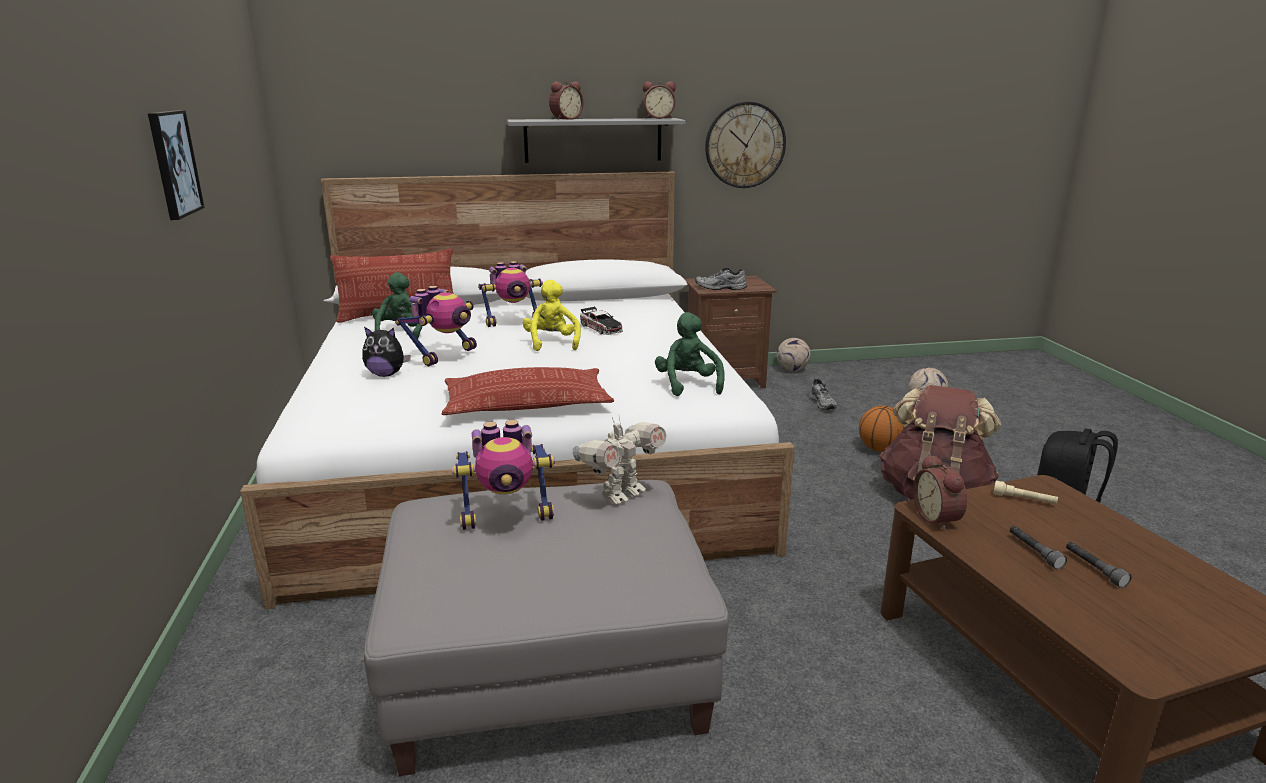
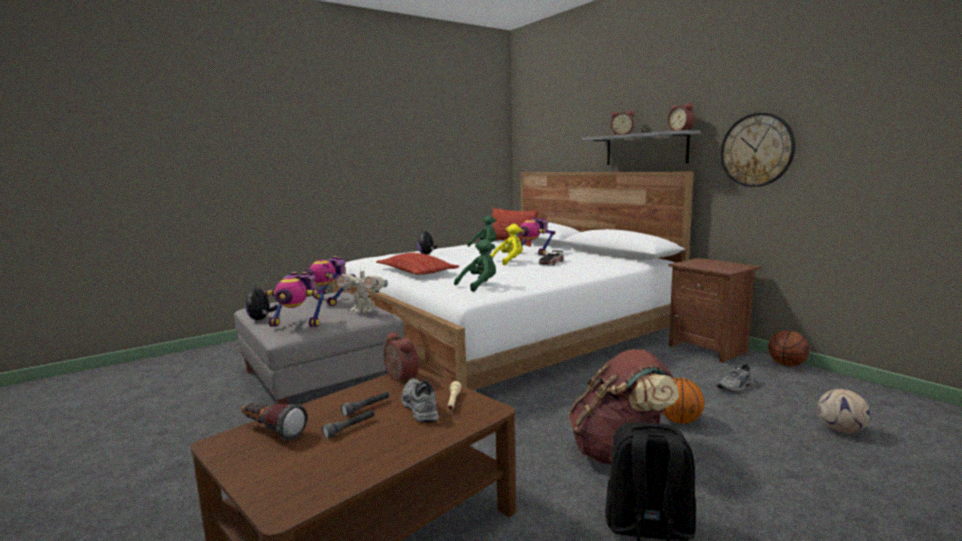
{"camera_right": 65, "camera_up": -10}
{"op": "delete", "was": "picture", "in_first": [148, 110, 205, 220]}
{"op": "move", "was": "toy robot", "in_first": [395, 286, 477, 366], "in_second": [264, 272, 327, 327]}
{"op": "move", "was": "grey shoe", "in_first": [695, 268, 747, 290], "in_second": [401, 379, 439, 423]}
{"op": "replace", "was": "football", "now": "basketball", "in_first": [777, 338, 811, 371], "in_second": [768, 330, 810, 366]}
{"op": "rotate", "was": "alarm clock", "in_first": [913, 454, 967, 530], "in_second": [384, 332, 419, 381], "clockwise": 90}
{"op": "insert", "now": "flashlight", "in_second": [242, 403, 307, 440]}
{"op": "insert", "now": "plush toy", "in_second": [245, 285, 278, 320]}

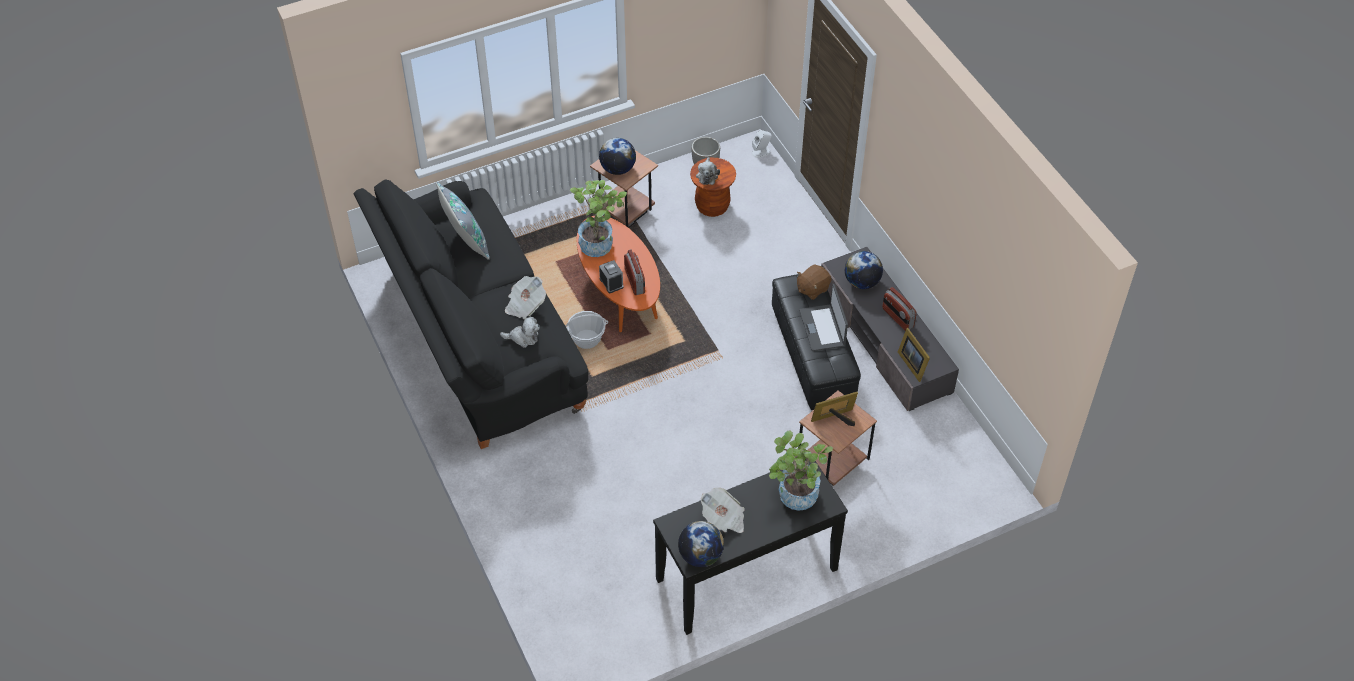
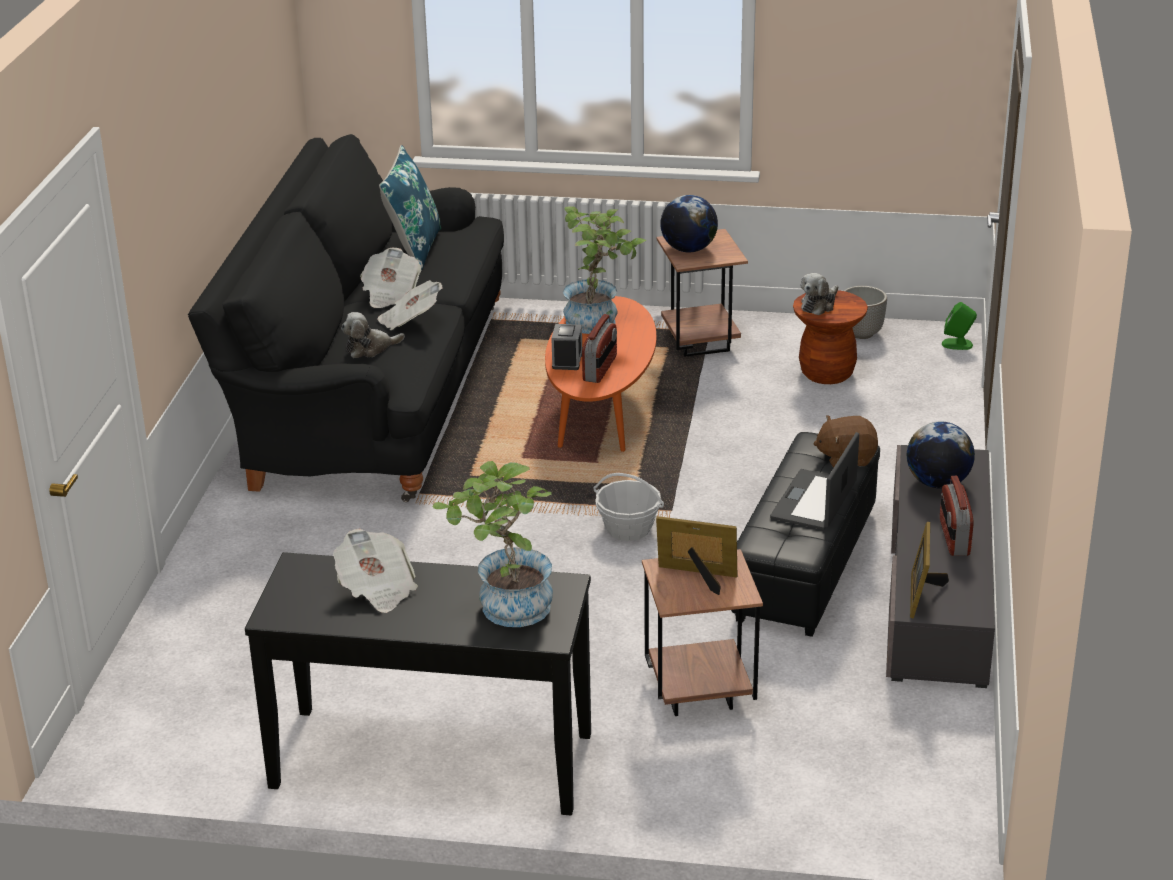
{"camera_right": 35, "camera_up": -20}
{"op": "recolor", "was": "grey pillow", "now": "blue pillow", "in_first": [436, 182, 490, 260], "in_second": [379, 145, 441, 271]}
{"op": "rotate", "was": "plush toy", "in_first": [500, 317, 540, 348], "in_second": [341, 312, 405, 358], "clockwise": 120}
{"op": "move", "was": "basket", "in_first": [565, 311, 608, 349], "in_second": [593, 473, 664, 541]}
{"op": "delete", "was": "globe", "in_first": [678, 521, 724, 567]}
{"op": "recolor", "was": "white speaker", "now": "green speaker", "in_first": [752, 130, 772, 158], "in_second": [942, 302, 977, 350]}
{"op": "insert", "now": "newspaper", "in_second": [360, 248, 421, 308]}

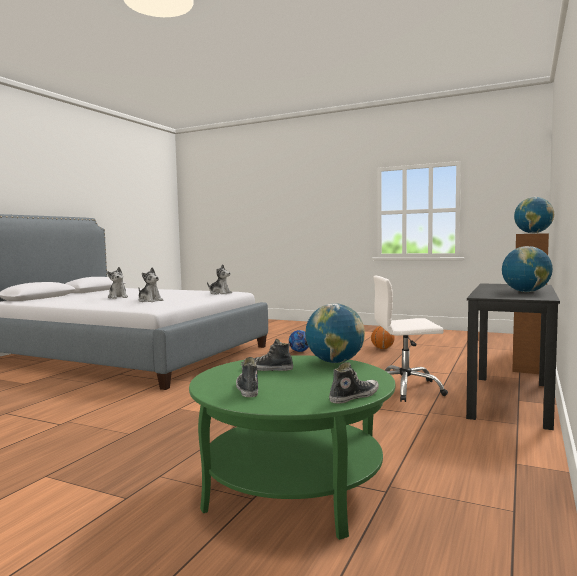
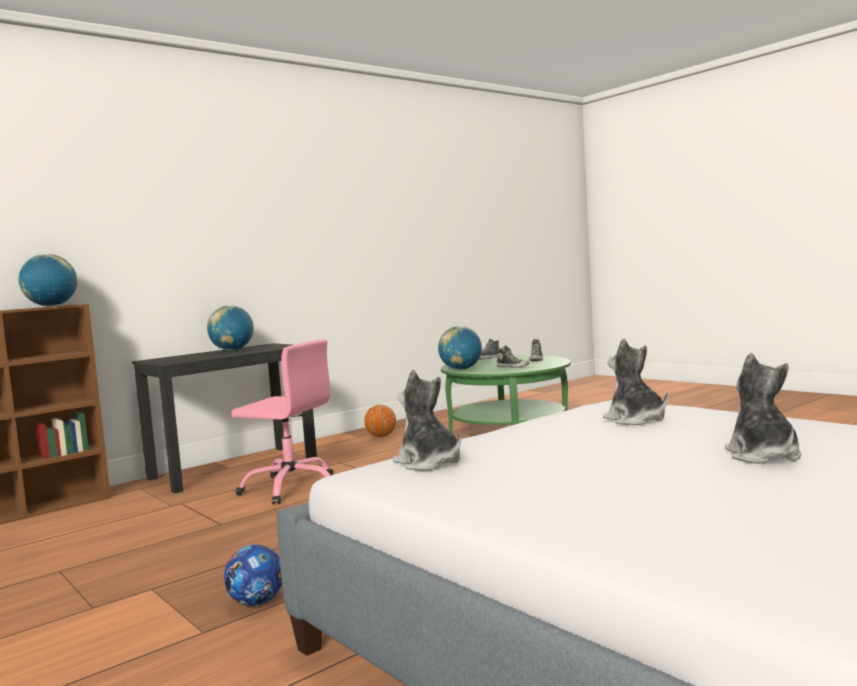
{"camera_right": -155, "camera_up": 0}
{"op": "move", "was": "basketball", "in_first": [371, 326, 395, 349], "in_second": [364, 405, 396, 437]}
{"op": "recolor", "was": "white office chair", "now": "pink office chair", "in_first": [373, 276, 448, 402], "in_second": [231, 339, 333, 504]}

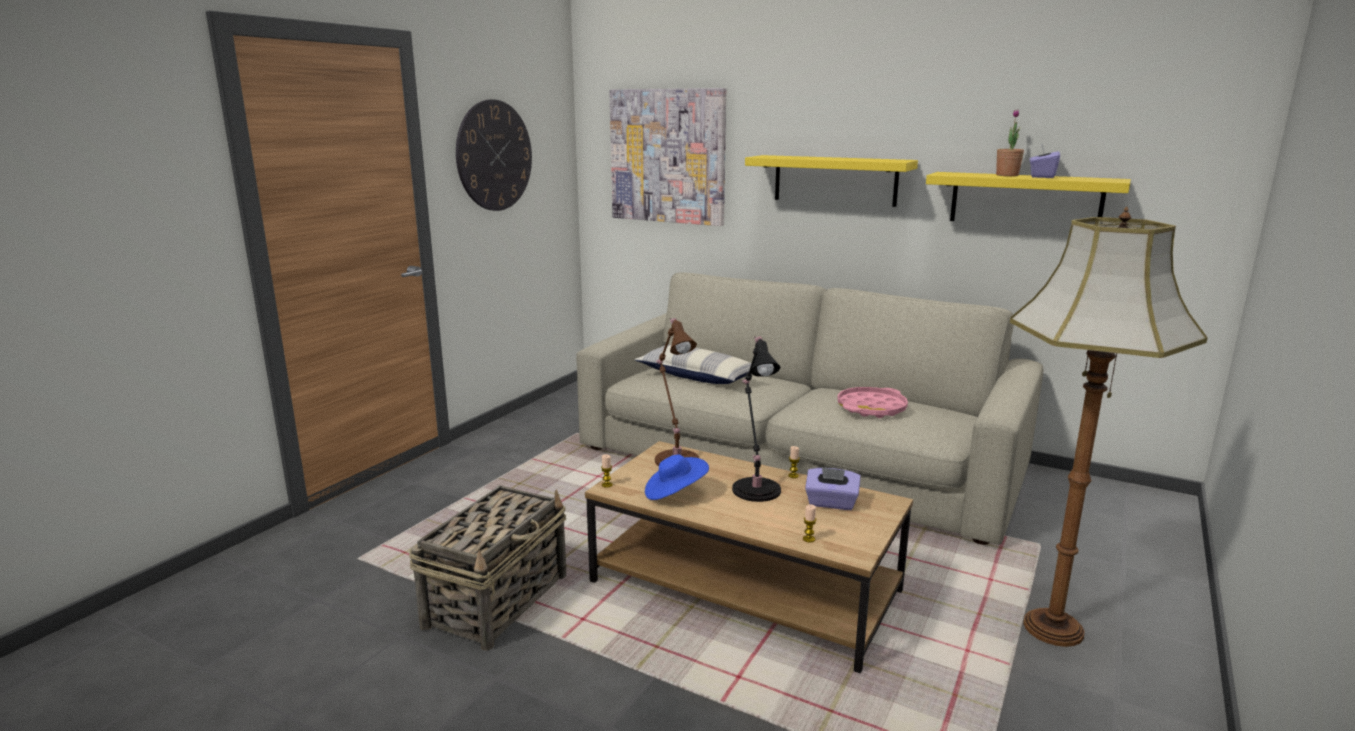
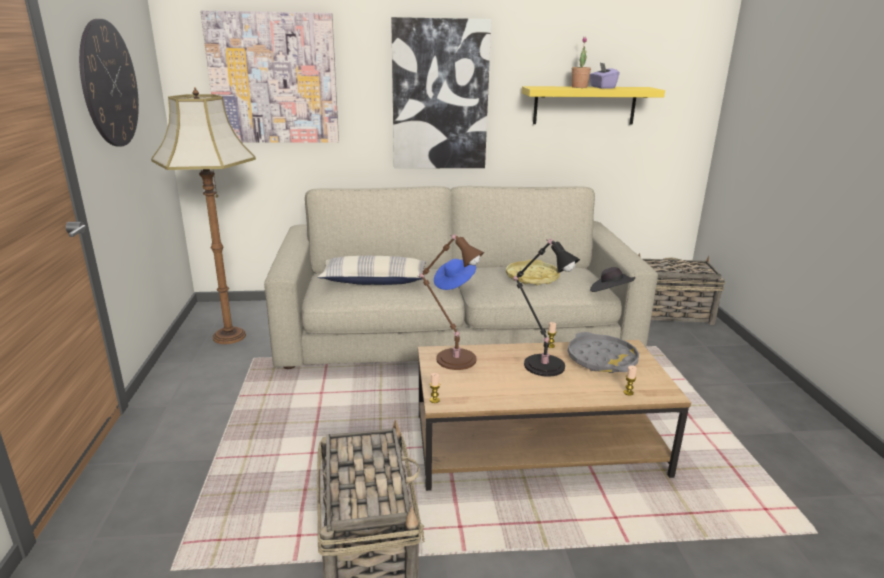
{"camera_right": -35, "camera_up": 5}
{"op": "move", "was": "blue hat", "in_first": [645, 455, 709, 500], "in_second": [434, 259, 476, 290]}
{"op": "replace", "was": "yellow shelf", "now": "picture", "in_first": [745, 155, 918, 207], "in_second": [391, 17, 491, 169]}
{"op": "replace", "was": "purple tissue box", "now": "grey tray", "in_first": [805, 467, 861, 510], "in_second": [568, 332, 639, 373]}
{"op": "recolor", "was": "pink tray", "now": "yellow tray", "in_first": [837, 387, 908, 418], "in_second": [506, 259, 560, 285]}
{"op": "move", "was": "floor lamp", "in_first": [1010, 207, 1207, 647], "in_second": [151, 87, 256, 344]}
{"op": "insert", "now": "black hat", "in_second": [590, 267, 635, 292]}
{"op": "insert", "now": "basket", "in_second": [638, 253, 725, 325]}

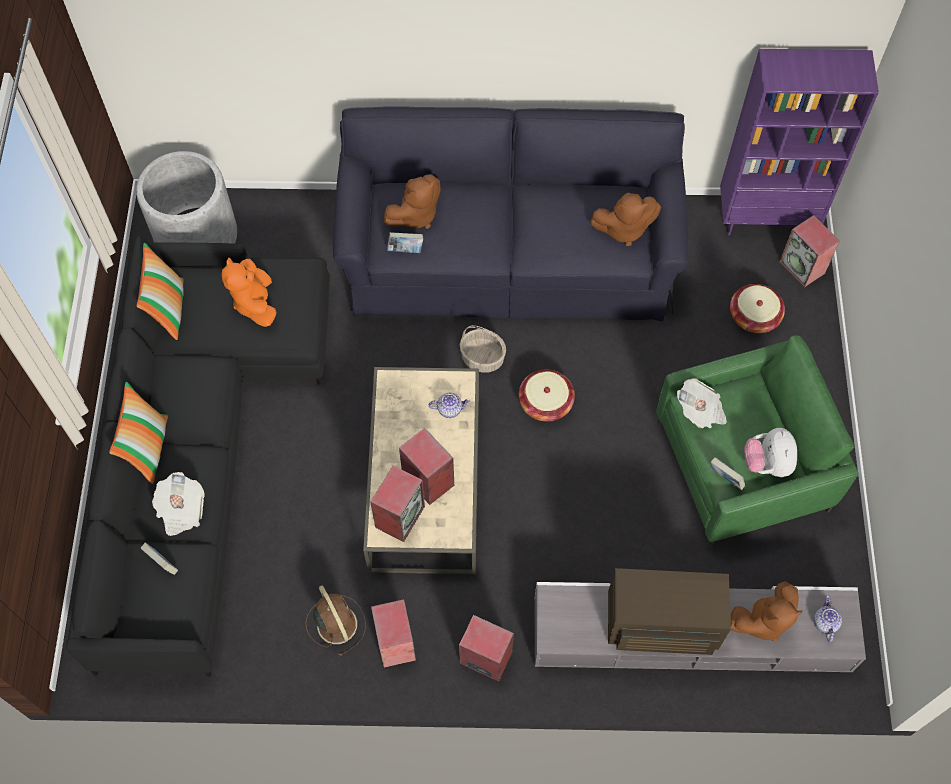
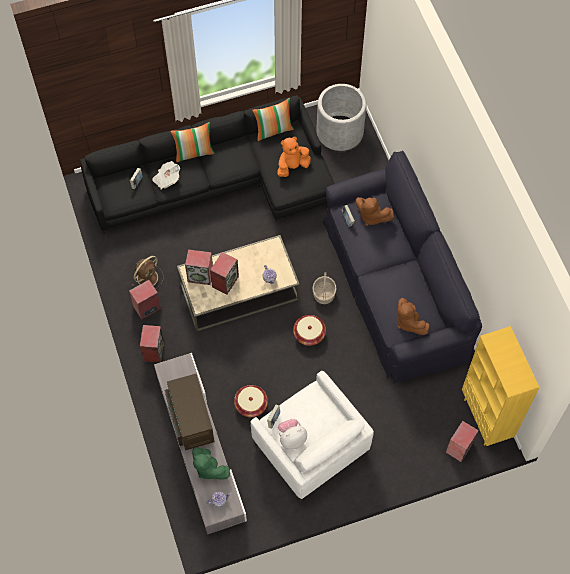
{"camera_right": 70, "camera_up": 0}
{"op": "recolor", "was": "green armchair", "now": "white armchair", "in_first": [656, 335, 859, 547], "in_second": [251, 371, 374, 501]}
{"op": "delete", "was": "newspaper", "in_first": [677, 379, 727, 428]}
{"op": "recolor", "was": "purple bookcase", "now": "yellow bookcase", "in_first": [720, 49, 879, 235], "in_second": [462, 326, 539, 446]}
{"op": "move", "was": "basket", "in_first": [730, 284, 785, 333], "in_second": [234, 385, 268, 417]}
{"op": "recolor", "was": "brown plush toy", "now": "green plush toy", "in_first": [730, 581, 803, 642], "in_second": [192, 447, 230, 480]}

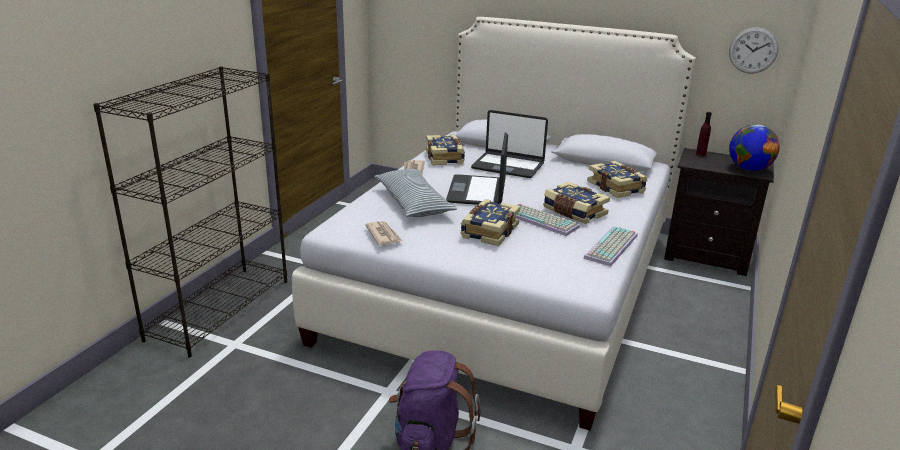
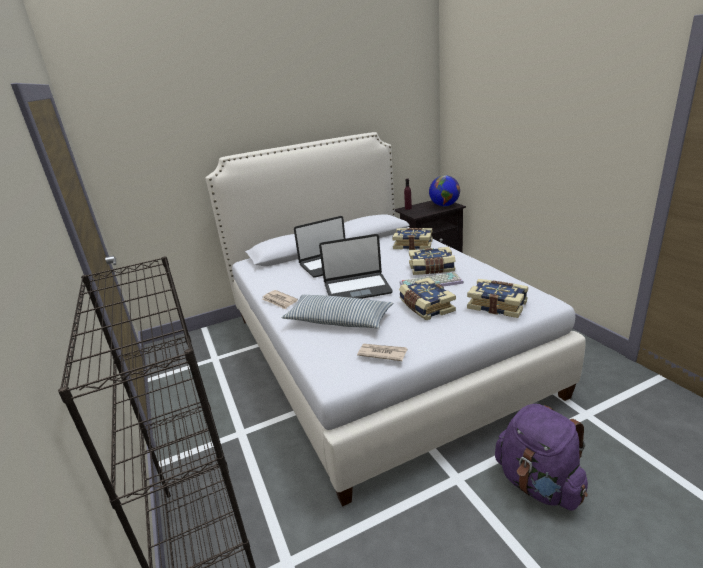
{"camera_right": -45, "camera_up": 0}
{"op": "move", "was": "book", "in_first": [426, 135, 465, 165], "in_second": [467, 279, 528, 318]}
{"op": "rotate", "was": "laptop", "in_first": [446, 132, 508, 205], "in_second": [319, 234, 393, 299], "clockwise": -60}
{"op": "delete", "was": "keyboard", "in_first": [583, 226, 638, 266]}
{"op": "delete", "was": "wall clock", "in_first": [729, 27, 779, 73]}

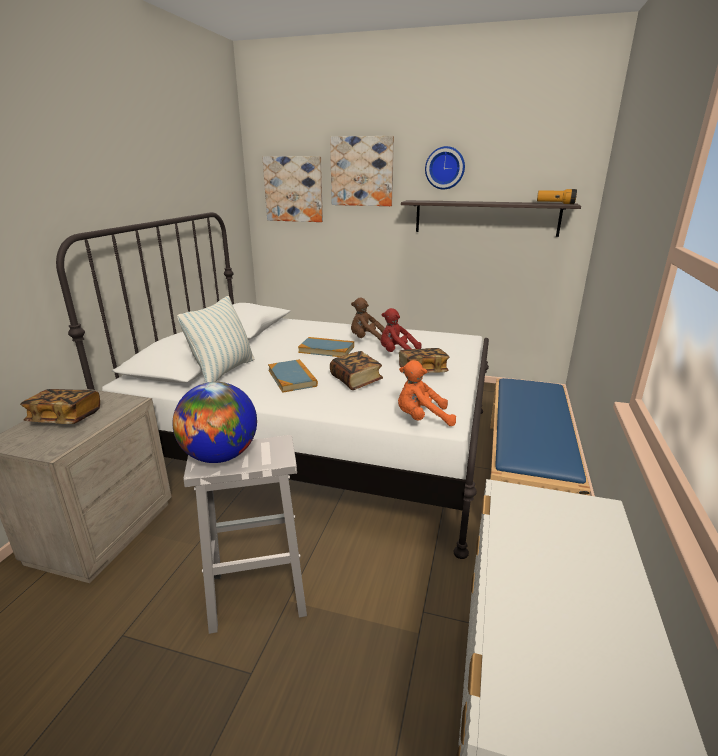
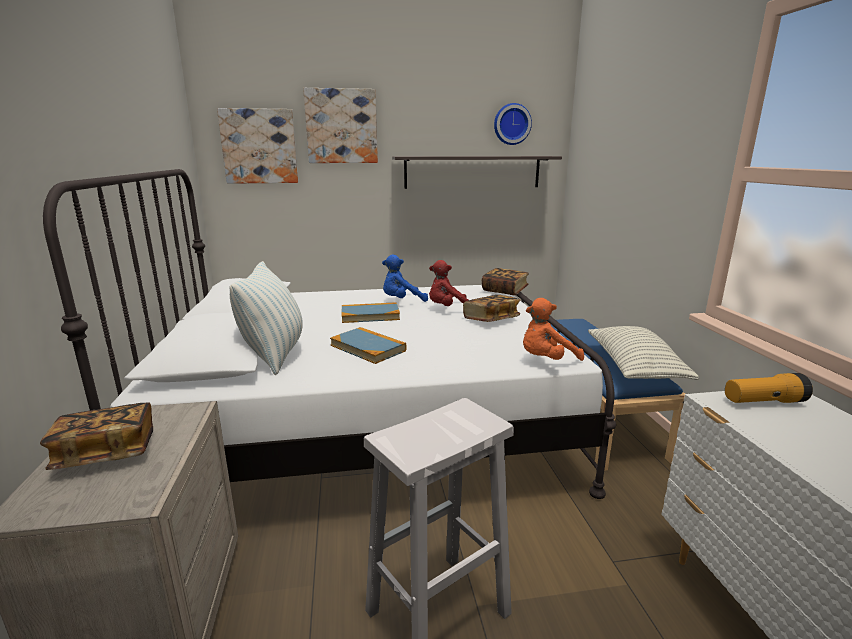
{"camera_right": -25, "camera_up": -5}
{"op": "delete", "was": "globe", "in_first": [173, 382, 257, 463]}
{"op": "move", "was": "book", "in_first": [330, 351, 383, 390], "in_second": [482, 268, 529, 295]}
{"op": "recolor", "was": "brown plush toy", "now": "blue plush toy", "in_first": [351, 298, 385, 340], "in_second": [382, 255, 428, 302]}
{"op": "move", "was": "wall clock", "in_first": [425, 146, 465, 189], "in_second": [494, 103, 532, 145]}
{"op": "move", "was": "flashlight", "in_first": [537, 189, 577, 204], "in_second": [725, 373, 813, 403]}
{"op": "insert", "now": "pillow", "in_second": [588, 326, 699, 380]}

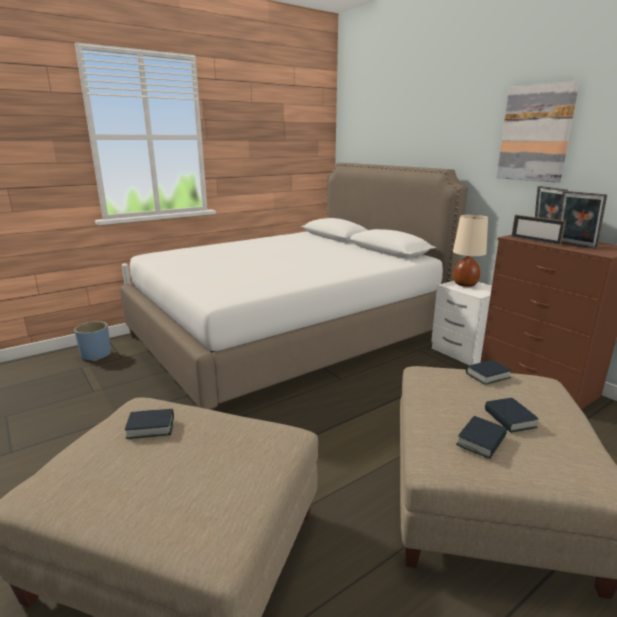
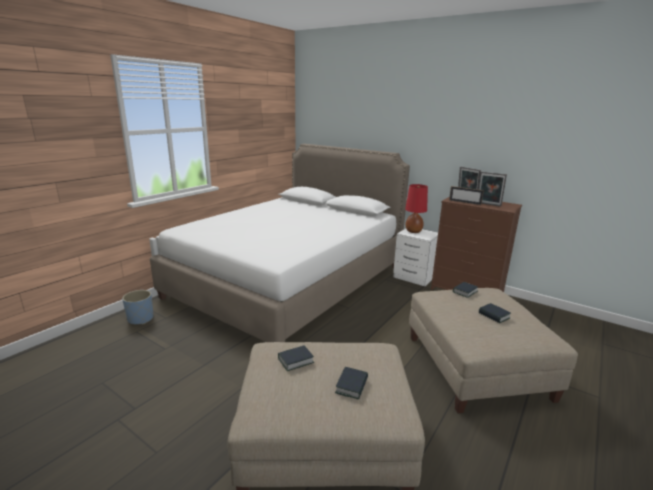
{"camera_right": -20, "camera_up": 0}
{"op": "recolor", "was": "beige table lamp", "now": "red table lamp", "in_first": [453, 214, 488, 287], "in_second": [405, 184, 428, 233]}
{"op": "move", "was": "book", "in_first": [456, 416, 507, 459], "in_second": [335, 367, 368, 400]}
{"op": "delete", "was": "picture", "in_first": [496, 81, 580, 183]}

